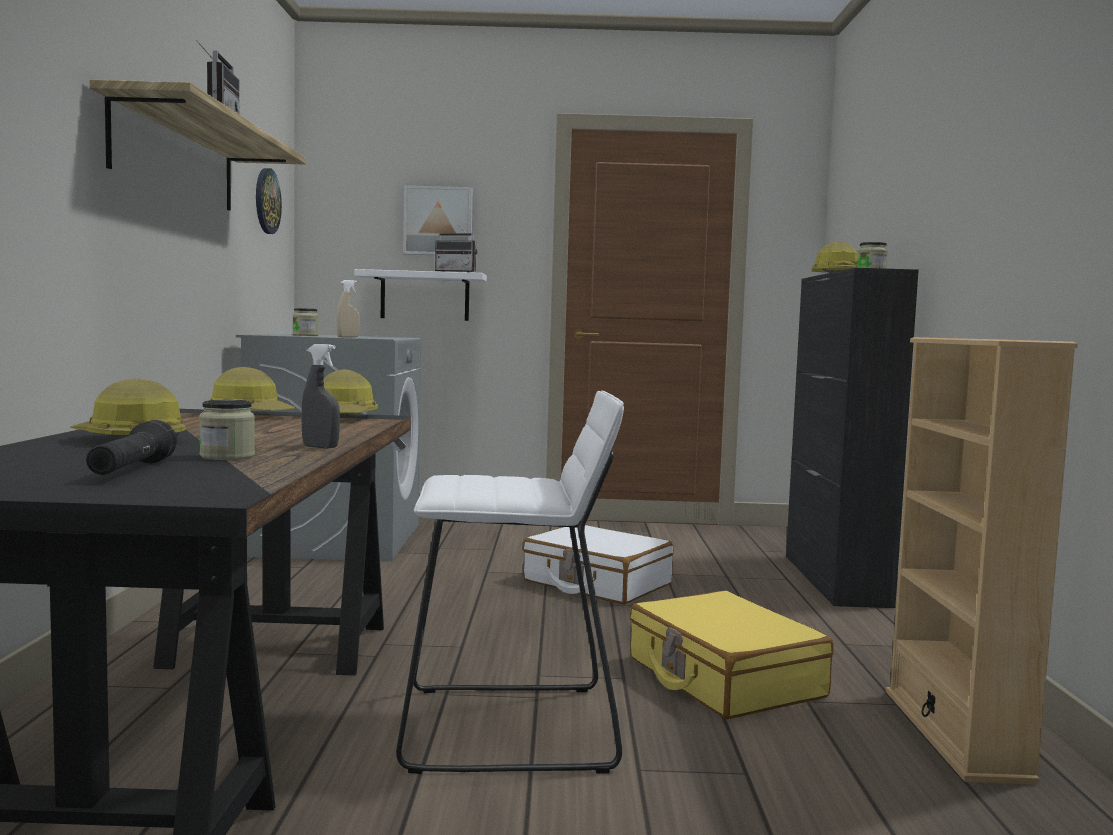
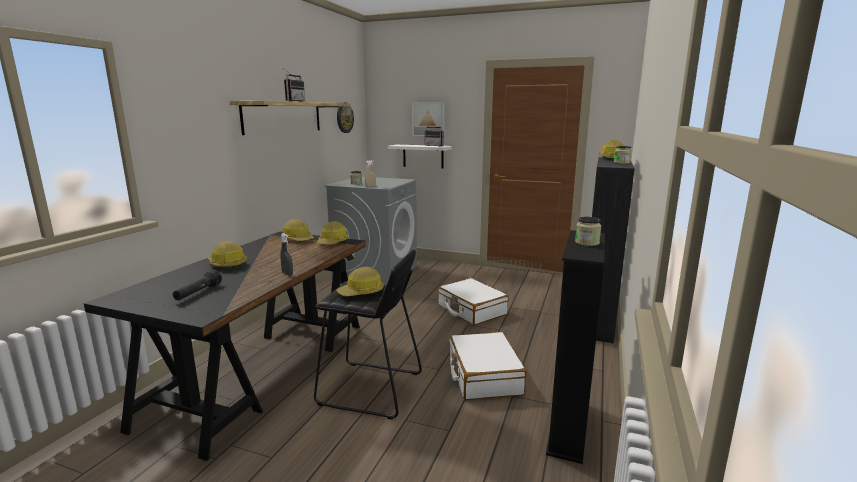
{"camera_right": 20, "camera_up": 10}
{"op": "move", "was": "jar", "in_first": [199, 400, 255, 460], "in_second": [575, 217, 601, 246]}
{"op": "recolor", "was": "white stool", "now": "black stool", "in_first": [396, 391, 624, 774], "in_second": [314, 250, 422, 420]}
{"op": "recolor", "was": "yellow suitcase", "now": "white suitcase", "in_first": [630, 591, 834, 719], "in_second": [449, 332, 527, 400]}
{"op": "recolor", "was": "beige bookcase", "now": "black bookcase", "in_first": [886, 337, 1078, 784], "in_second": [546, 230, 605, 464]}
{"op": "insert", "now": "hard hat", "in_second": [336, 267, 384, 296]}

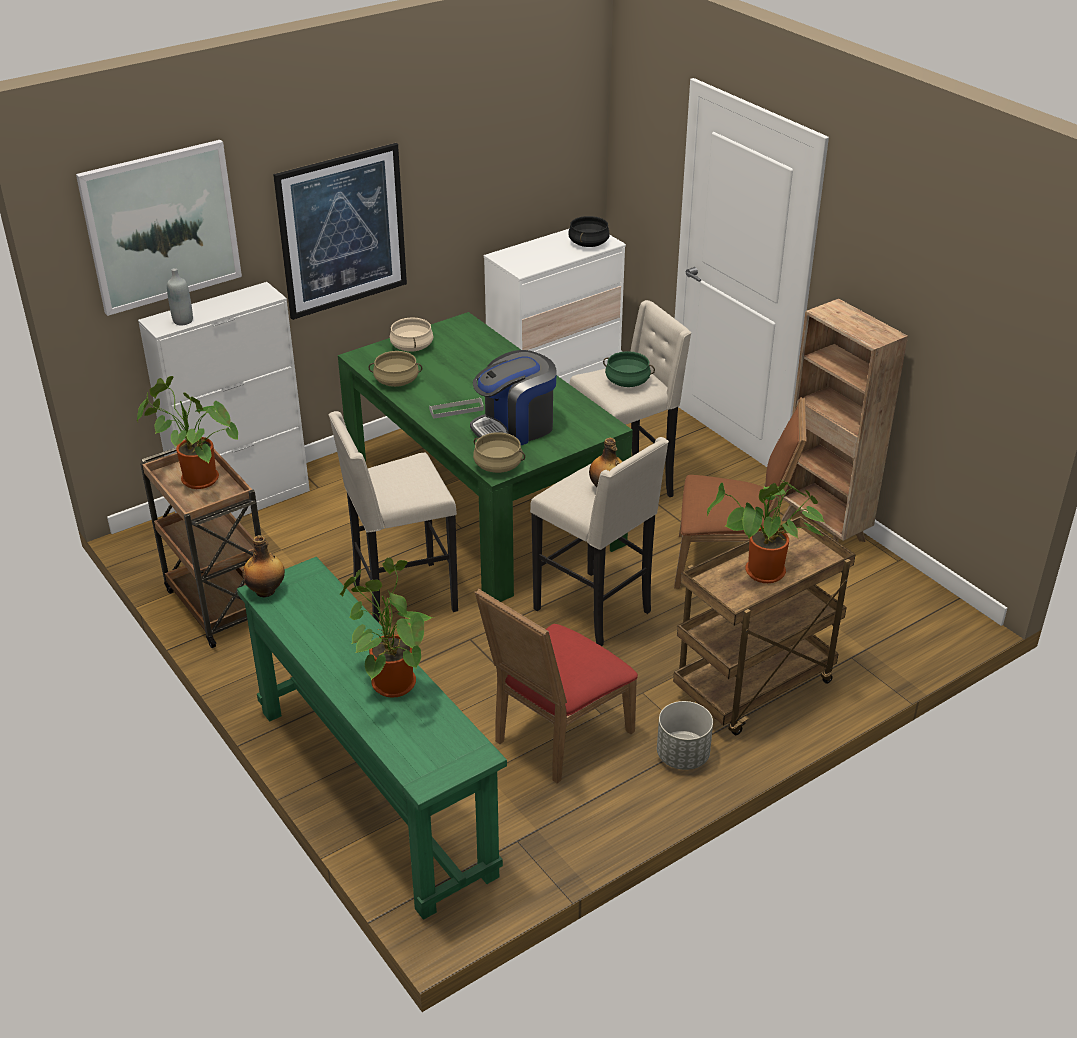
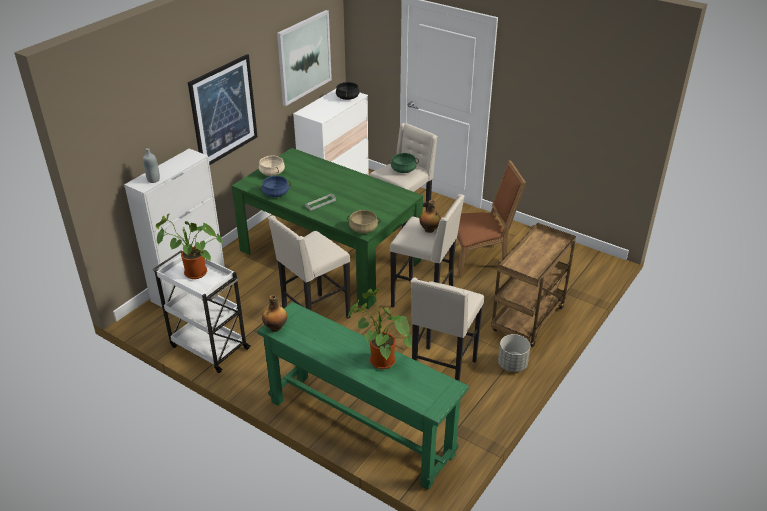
{"camera_right": -20, "camera_up": 0}
{"op": "move", "was": "picture", "in_first": [76, 140, 242, 316], "in_second": [277, 10, 332, 106]}
{"op": "recolor", "was": "brown cart", "now": "white cart", "in_first": [140, 448, 261, 648], "in_second": [153, 250, 250, 373]}
{"op": "recolor", "was": "beige cooking pot", "now": "blue cooking pot", "in_first": [368, 351, 422, 387], "in_second": [260, 176, 291, 197]}
{"op": "delete", "was": "coffee machine", "in_first": [470, 350, 557, 445]}
{"op": "replace", "was": "red chair", "now": "beige stool", "in_first": [475, 589, 638, 784], "in_second": [411, 277, 484, 381]}
{"op": "delete", "was": "potted plant", "in_first": [707, 480, 825, 583]}
{"op": "delete", "was": "brown bookcase", "in_first": [782, 299, 908, 542]}

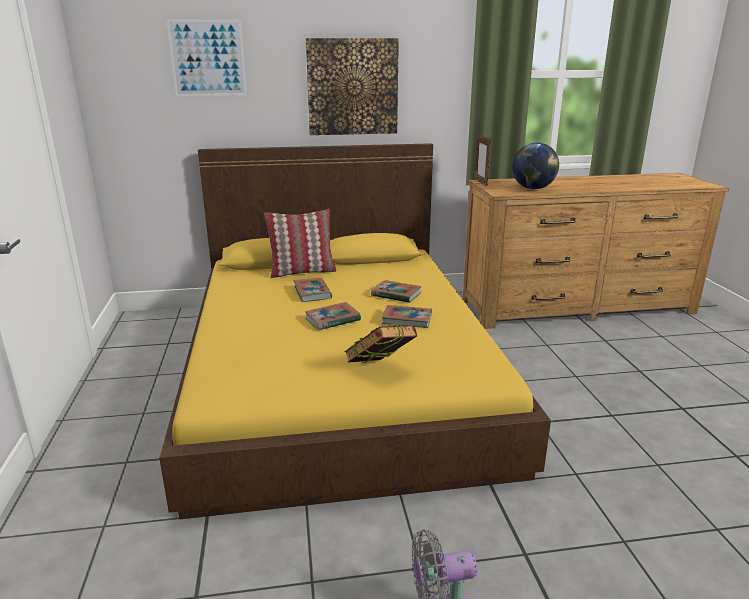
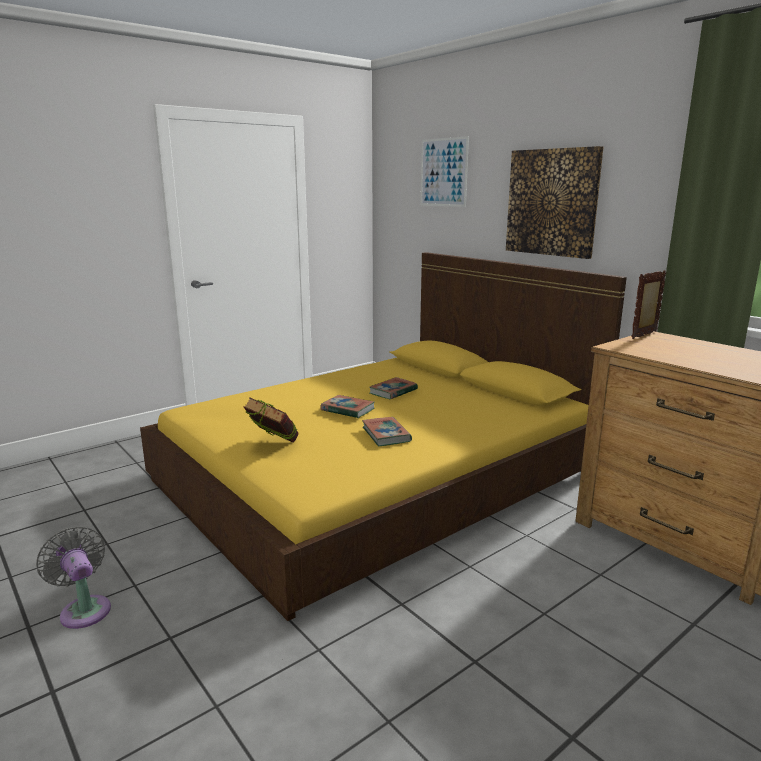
{"camera_right": 60, "camera_up": -5}
{"op": "delete", "was": "pillow", "in_first": [265, 209, 336, 278]}
{"op": "delete", "was": "book", "in_first": [371, 280, 422, 303]}
{"op": "delete", "was": "globe", "in_first": [512, 143, 559, 189]}

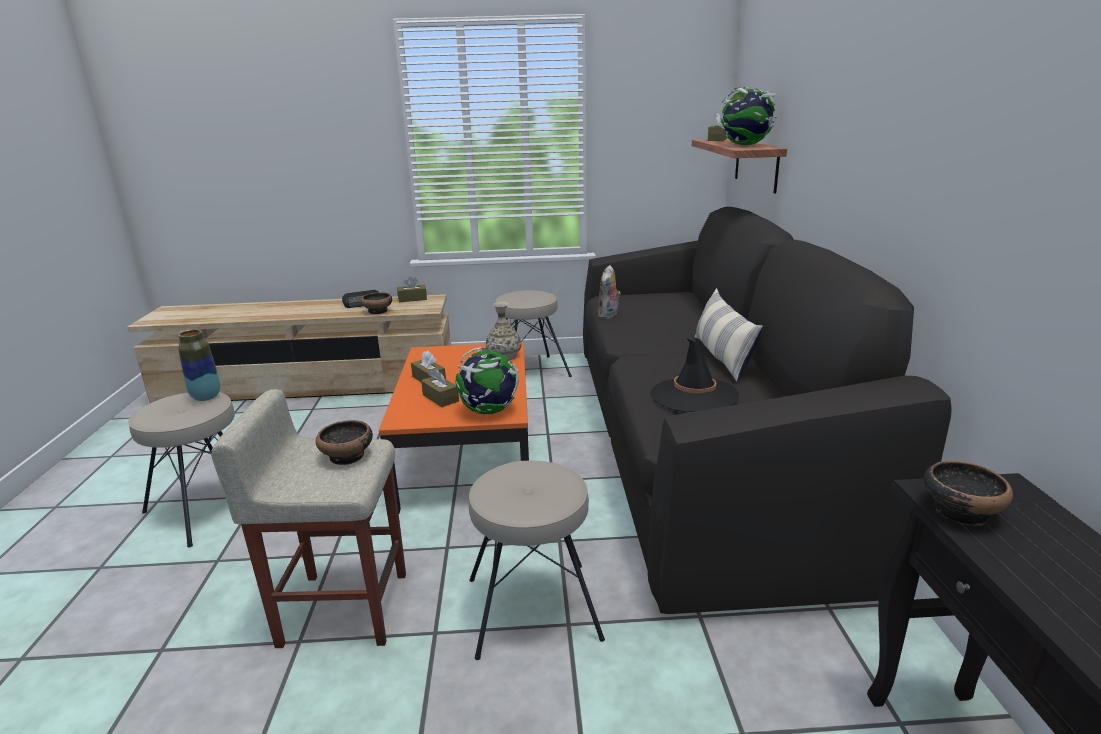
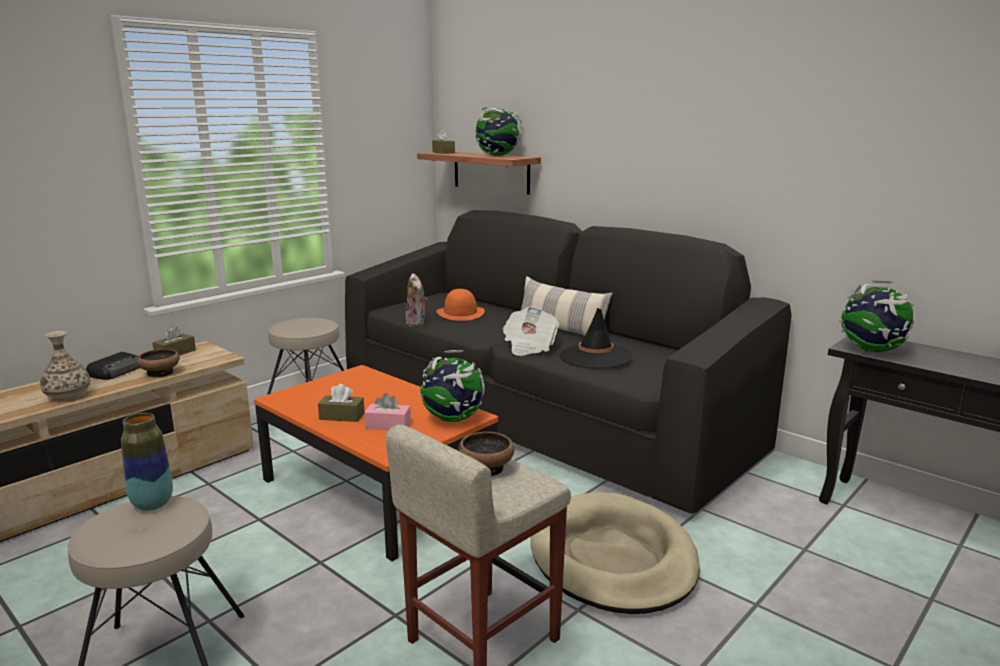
{"camera_right": -45, "camera_up": -5}
{"op": "recolor", "was": "brown tissue box", "now": "pink tissue box", "in_first": [421, 368, 459, 407], "in_second": [364, 393, 411, 430]}
{"op": "replace", "was": "beige stool", "now": "beige dog bed", "in_first": [469, 461, 605, 660], "in_second": [530, 492, 700, 614]}
{"op": "move", "was": "vase", "in_first": [486, 302, 521, 360], "in_second": [40, 331, 90, 402]}
{"op": "replace", "was": "bowl", "now": "globe", "in_first": [924, 461, 1013, 526], "in_second": [839, 280, 914, 352]}
{"op": "insert", "now": "orange hat", "in_second": [436, 289, 485, 321]}
{"op": "insert", "now": "newspaper", "in_second": [503, 306, 559, 356]}

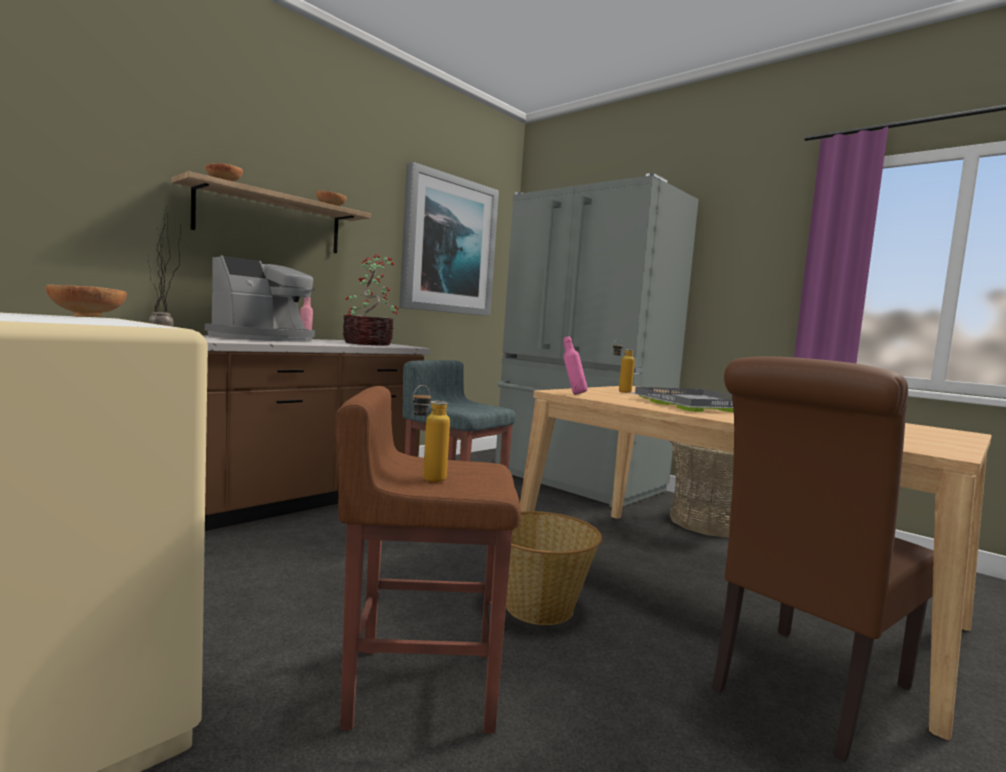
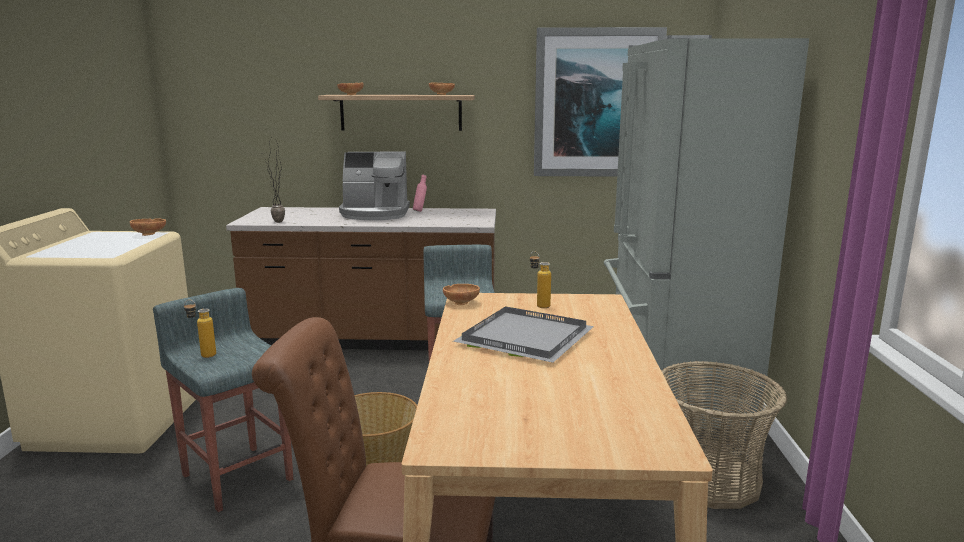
{"camera_right": 50, "camera_up": 10}
{"op": "recolor", "was": "brown stool", "now": "grey stool", "in_first": [336, 386, 521, 733], "in_second": [153, 288, 293, 512]}
{"op": "delete", "was": "potted plant", "in_first": [342, 254, 399, 346]}
{"op": "replace", "was": "pink bottle", "now": "brown bowl", "in_first": [563, 336, 588, 395], "in_second": [443, 284, 480, 305]}

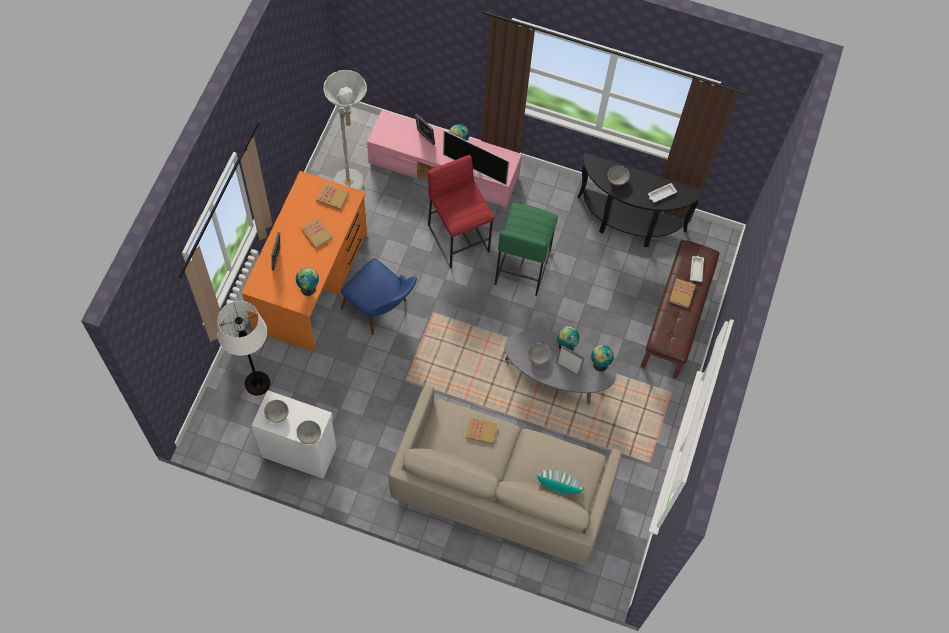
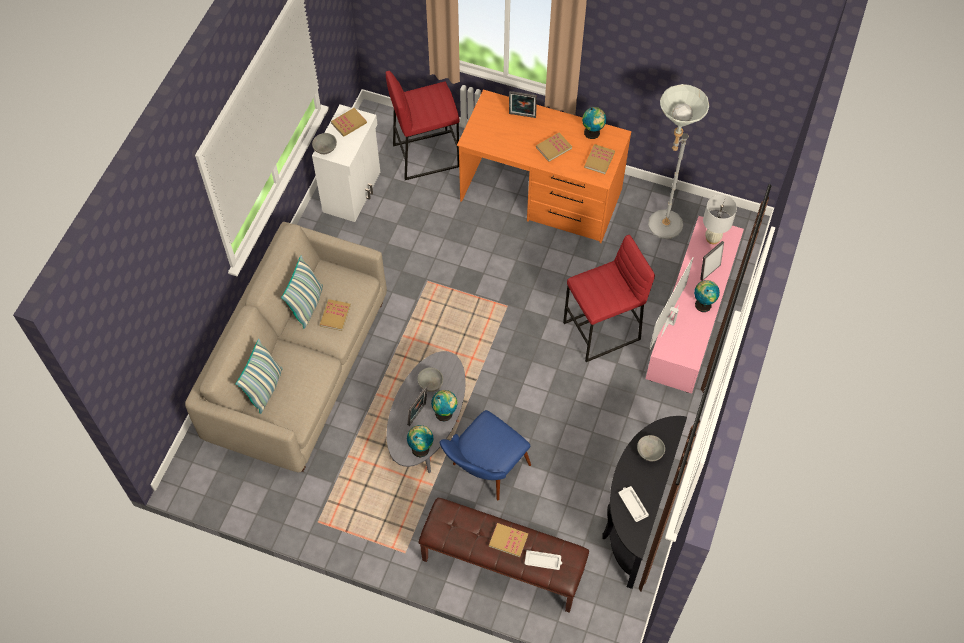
{"camera_right": 95, "camera_up": -5}
{"op": "replace", "was": "white floor lamp", "now": "red stool", "in_first": [217, 301, 270, 395], "in_second": [386, 71, 460, 180]}
{"op": "replace", "was": "grey bowl", "now": "book", "in_first": [264, 400, 289, 423], "in_second": [331, 108, 367, 137]}
{"op": "move", "was": "globe", "in_first": [296, 267, 319, 296], "in_second": [582, 107, 606, 139]}
{"op": "move", "was": "blue chair", "in_first": [341, 258, 417, 335], "in_second": [440, 410, 531, 501]}
{"op": "delete", "was": "green stool", "in_first": [494, 202, 558, 296]}
{"op": "insert", "now": "pillow", "in_second": [281, 256, 323, 329]}
{"op": "insert", "now": "white table lamp", "in_second": [703, 195, 737, 244]}

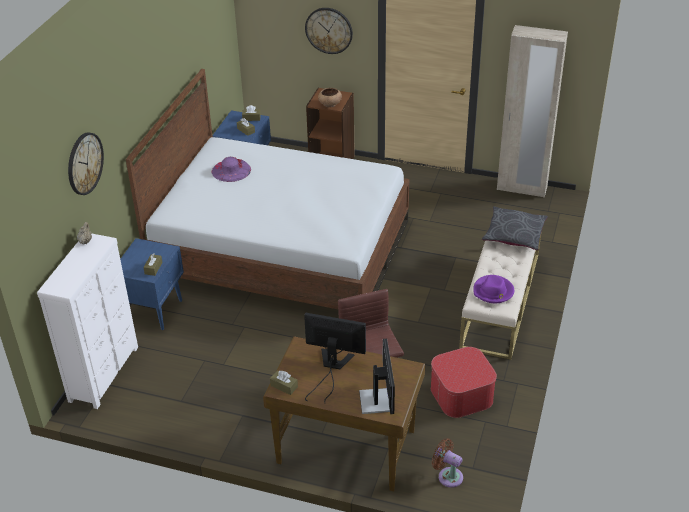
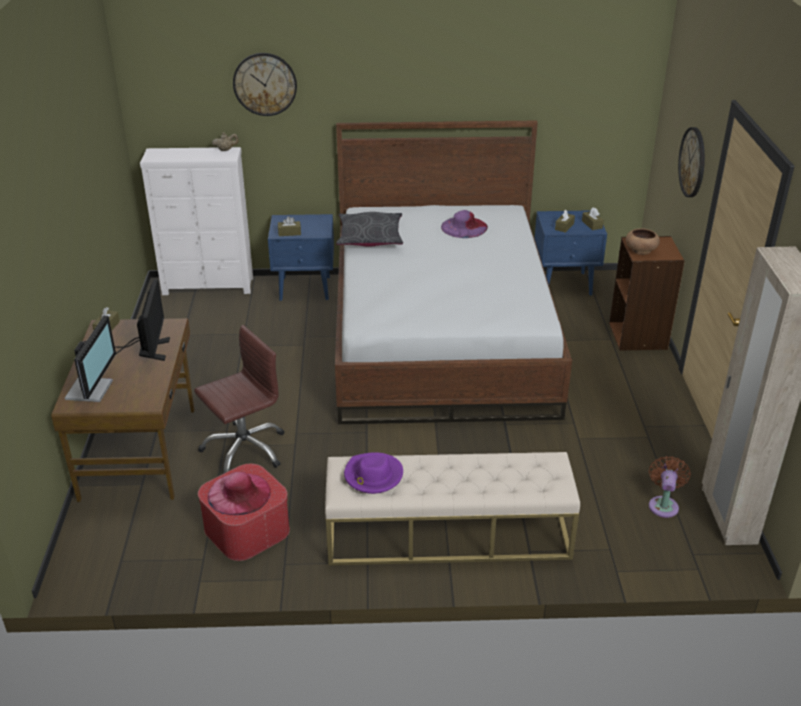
{"camera_right": 70, "camera_up": -5}
{"op": "rotate", "was": "monitor", "in_first": [359, 339, 395, 414], "in_second": [65, 316, 116, 402], "clockwise": -60}
{"op": "move", "was": "brown fan", "in_first": [432, 438, 463, 488], "in_second": [649, 456, 691, 518]}
{"op": "move", "was": "grey pillow", "in_first": [482, 206, 548, 250], "in_second": [336, 212, 403, 247]}
{"op": "insert", "now": "pink hat", "in_second": [208, 472, 271, 515]}

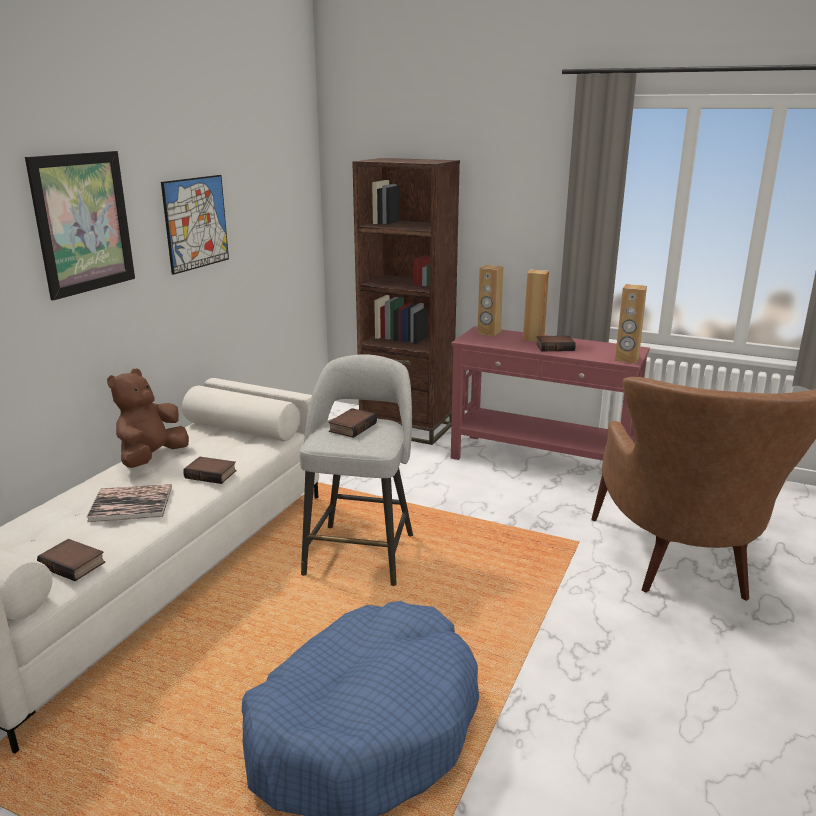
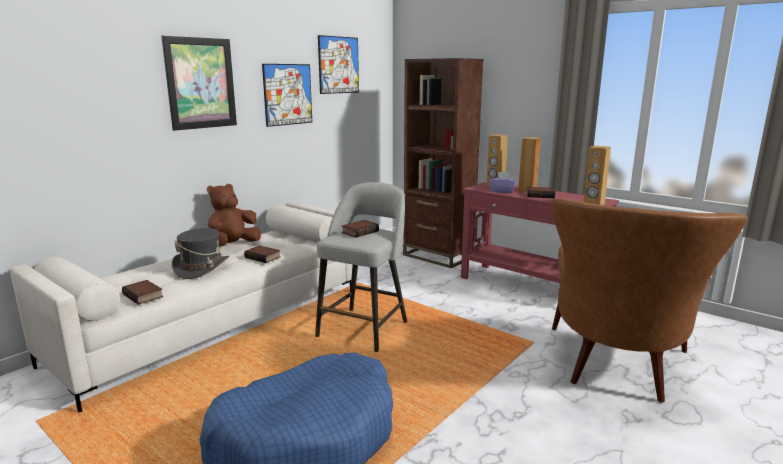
{"camera_right": 15, "camera_up": -5}
{"op": "replace", "was": "book", "now": "grey hat", "in_first": [86, 484, 172, 522], "in_second": [172, 228, 229, 279]}
{"op": "insert", "now": "picture", "in_second": [318, 35, 359, 94]}
{"op": "insert", "now": "purple tissue box", "in_second": [490, 172, 516, 193]}

